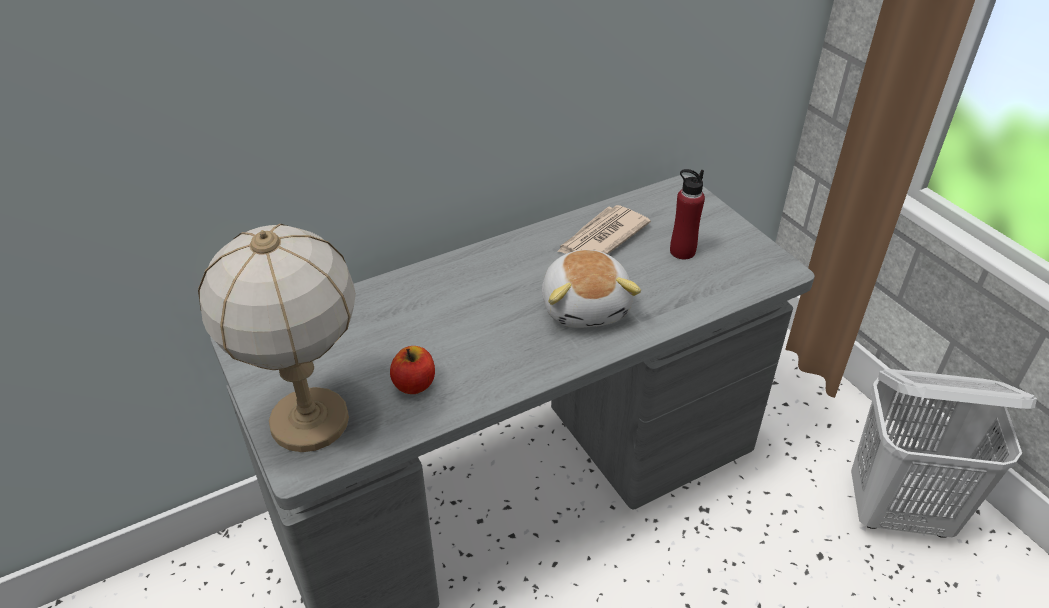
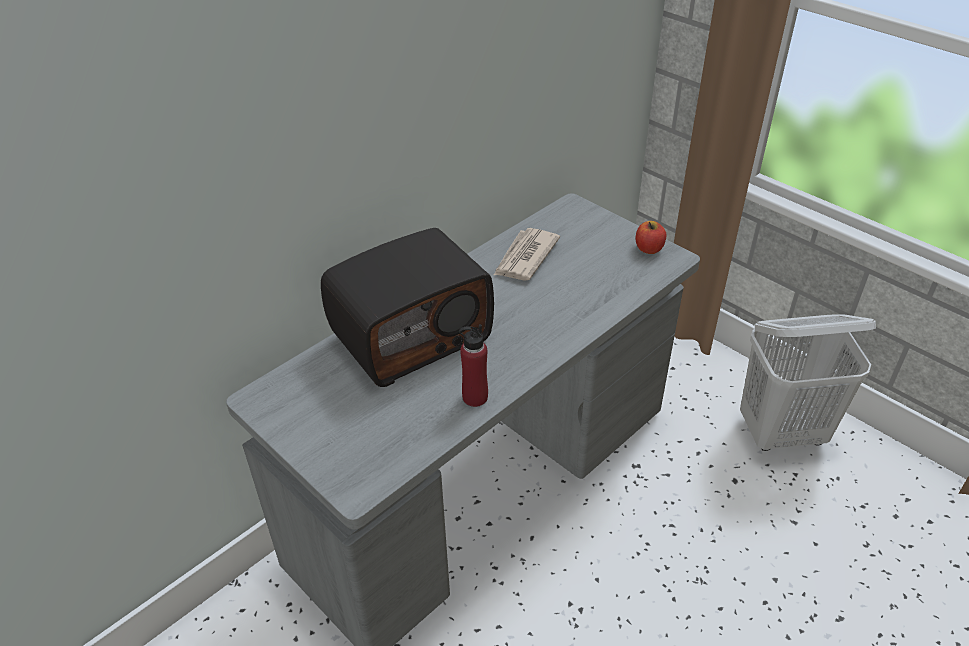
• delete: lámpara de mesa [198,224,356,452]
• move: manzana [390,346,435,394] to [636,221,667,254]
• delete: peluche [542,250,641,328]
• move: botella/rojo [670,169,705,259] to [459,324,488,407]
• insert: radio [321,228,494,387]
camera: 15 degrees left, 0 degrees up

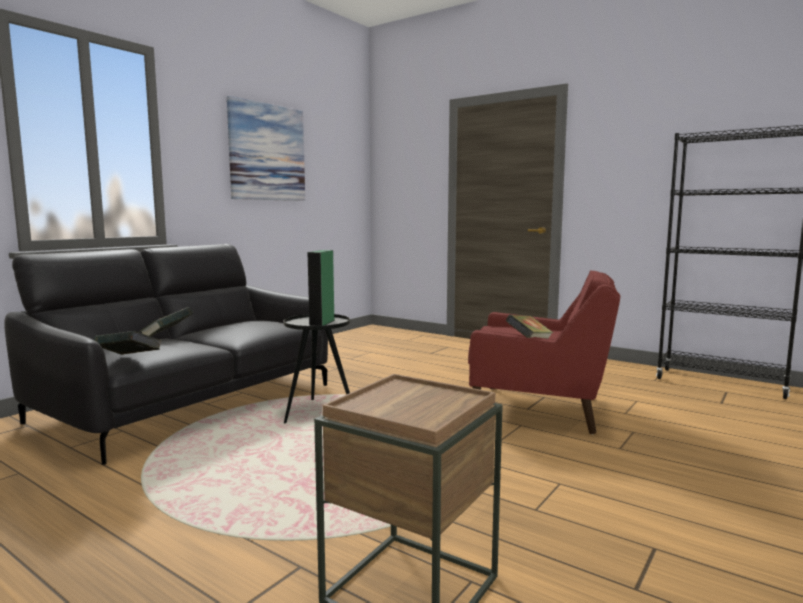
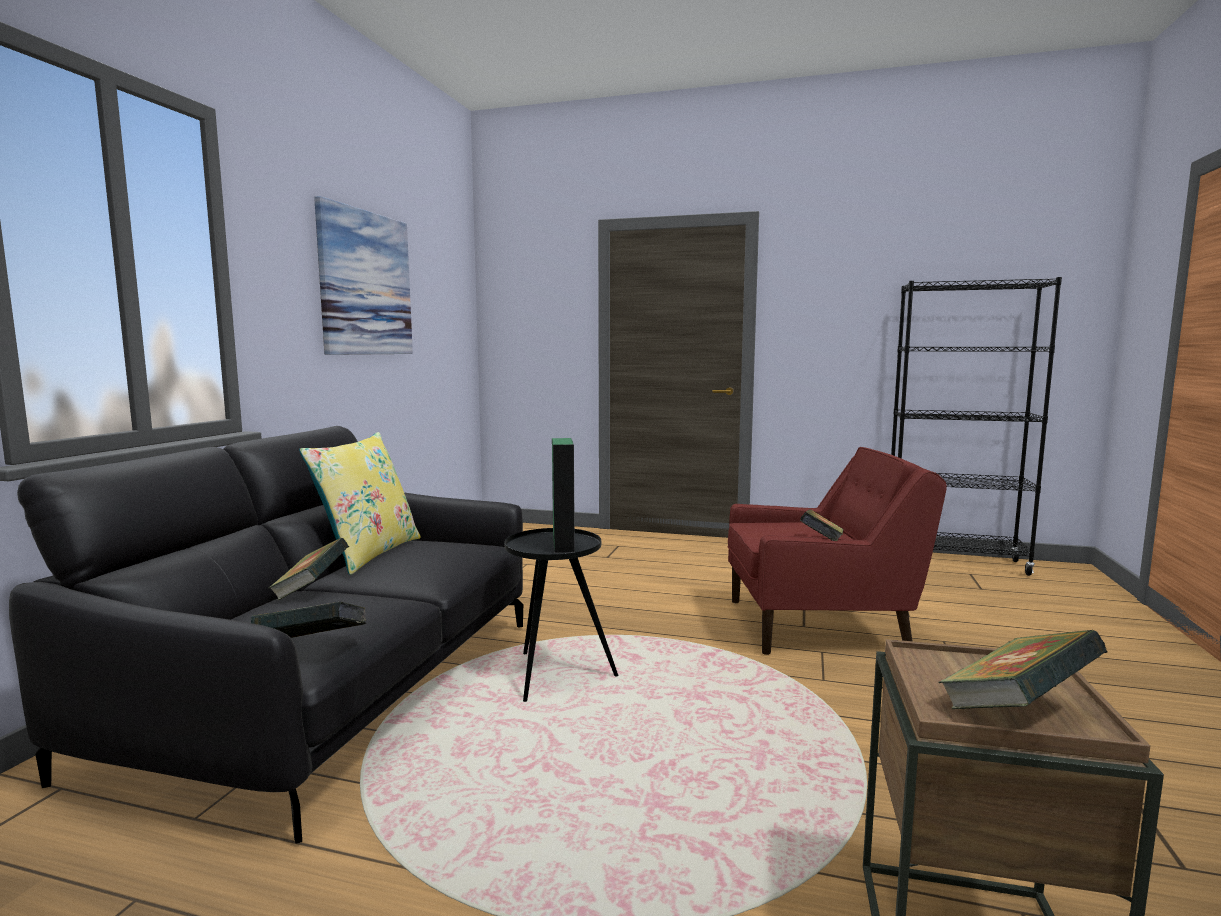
• insert: cojín/amarillo [299,432,421,575]
• insert: libro [938,630,1107,709]
camera: 20 degrees left, 0 degrees up

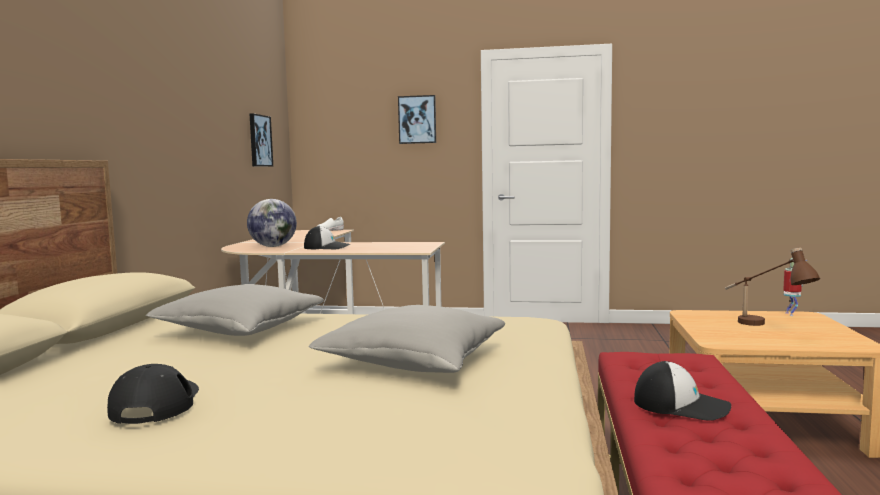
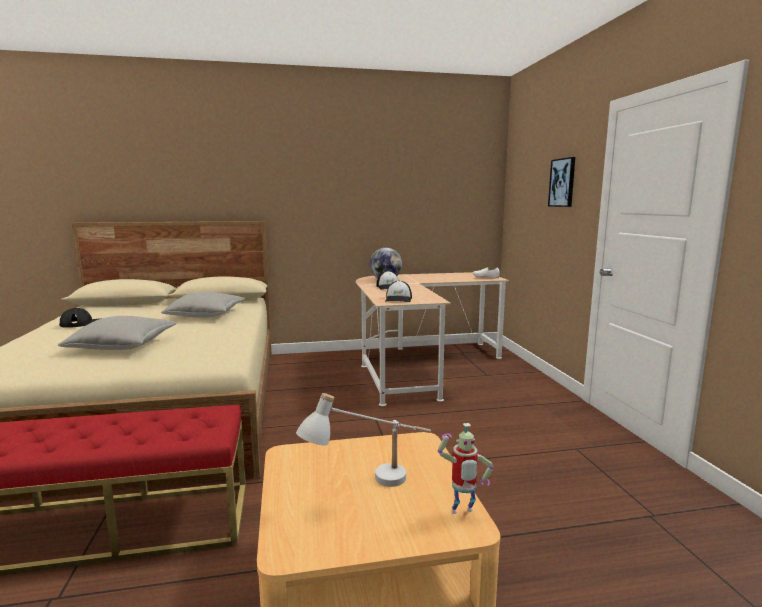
• delete: cuadro [250,113,273,166]
• move: gorra [634,361,731,421] to [385,281,412,302]
• recolor: lámpara de mesa/marrón [725,248,820,326] to lámpara de mesa/blanco [296,393,431,487]
camera: 70 degrees right, 5 degrees up

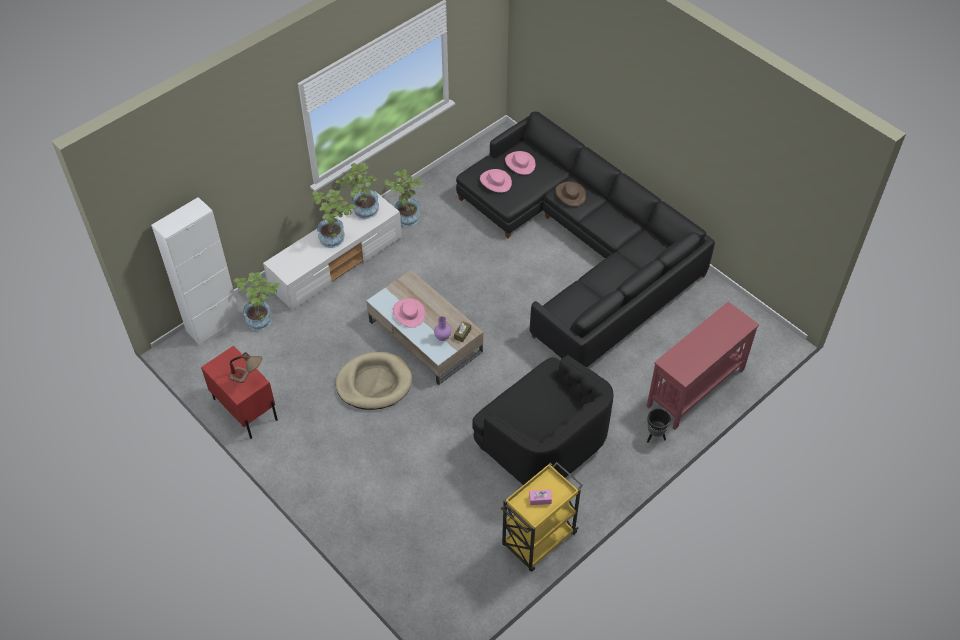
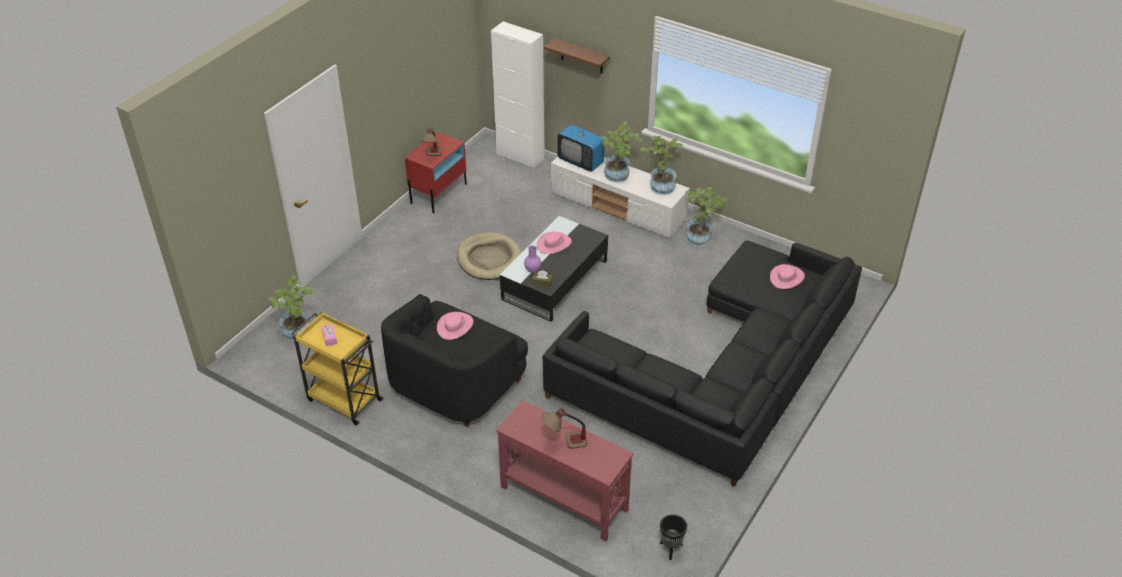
• move: planta en maceta [234,272,280,331] to [268,275,317,341]
• recolor: mesa de centro/beis [366,270,483,385] to mesa de centro/negro [500,216,608,322]
• move: sombrero/rosa [480,169,512,193] to [437,312,474,340]
• delete: sombrero/marrón [555,182,586,206]
• move: maceta/negro [647,409,671,443] to [660,514,687,560]
• insert: lámpara de mesa [542,408,587,449]
• insert: estante/marrón [544,38,610,73]
• insert: televisor [557,113,605,172]
camera: 75 degrees right, 10 degrees down

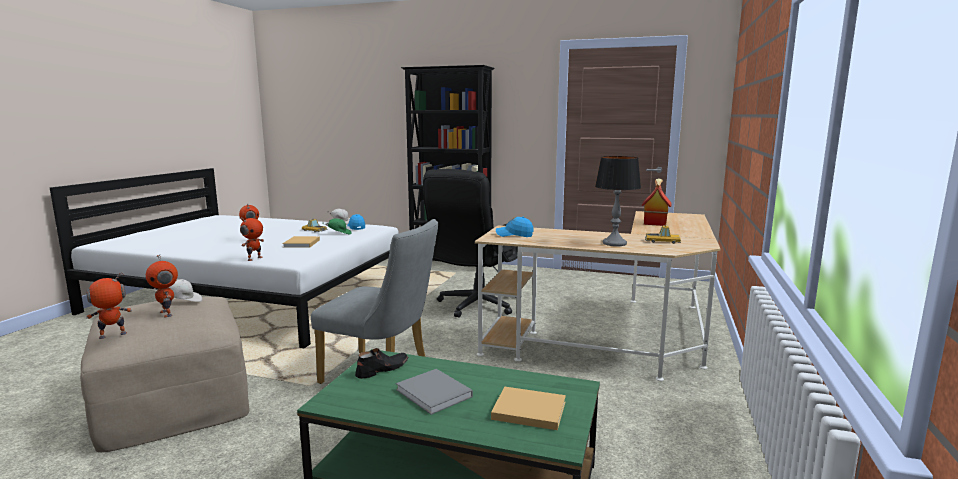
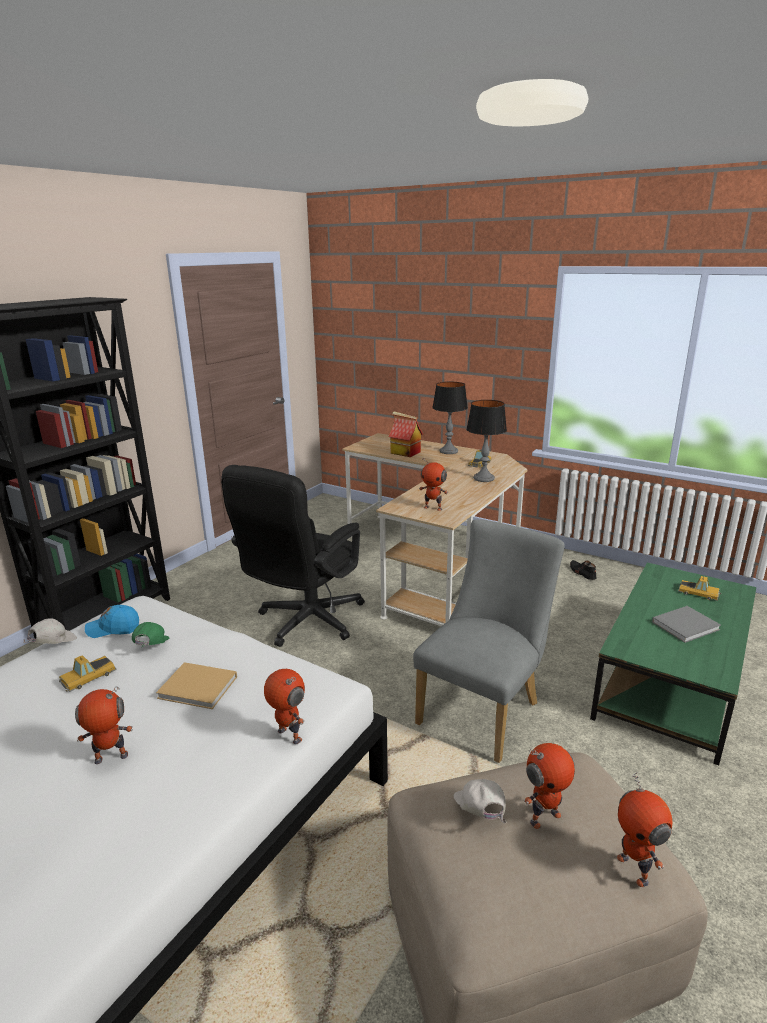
• move: zapato/negro [355,348,408,379] to [570,560,596,580]
• rotate: silla de oficina/negro [423,169,518,318] = [221,465,365,647] 75 degrees clockwise
• replace: libro/beis [491,387,566,430] to coche de juguete [678,576,721,601]
• replace: gorra/azul [496,217,533,237] to robot de juguete [419,457,448,511]
• insert: lámpara de mesa [432,382,468,454]
camera: 75 degrees left, 10 degrees up

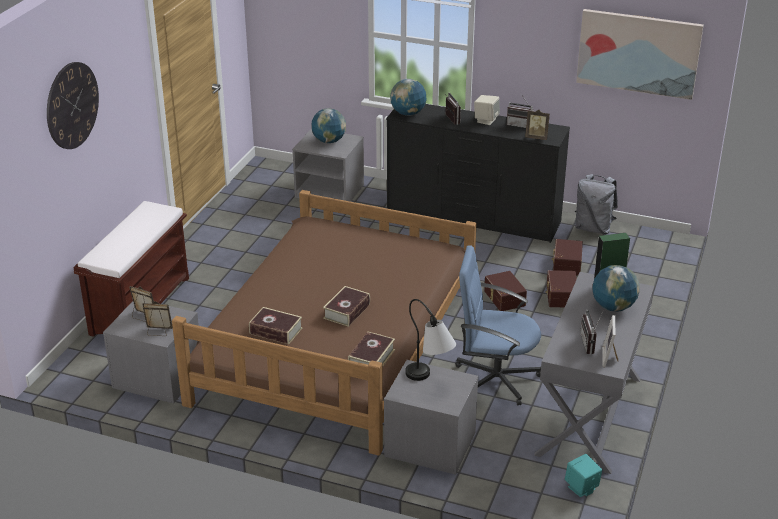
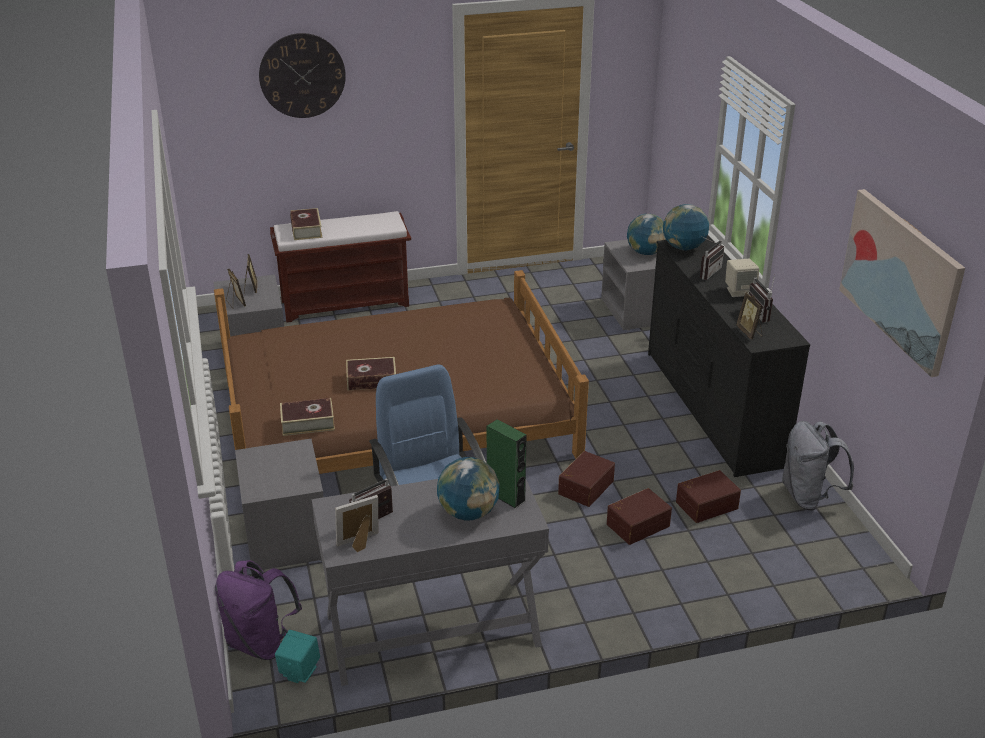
• move: libro [249,307,303,344] to [290,208,322,240]
• delete: lámpara de mesa [405,299,456,381]
• insert: mochila/morado [215,560,302,660]
camera: 55 degrees right, 0 degrees up

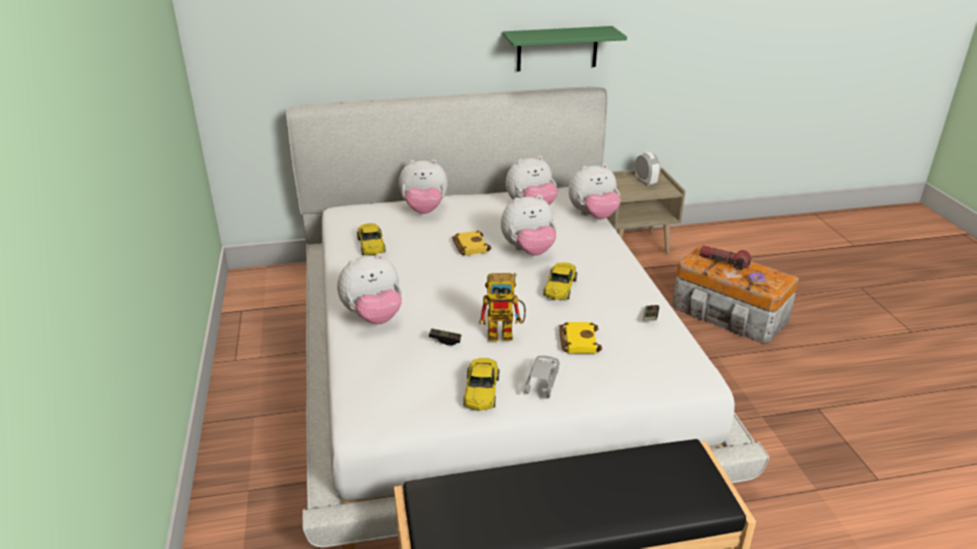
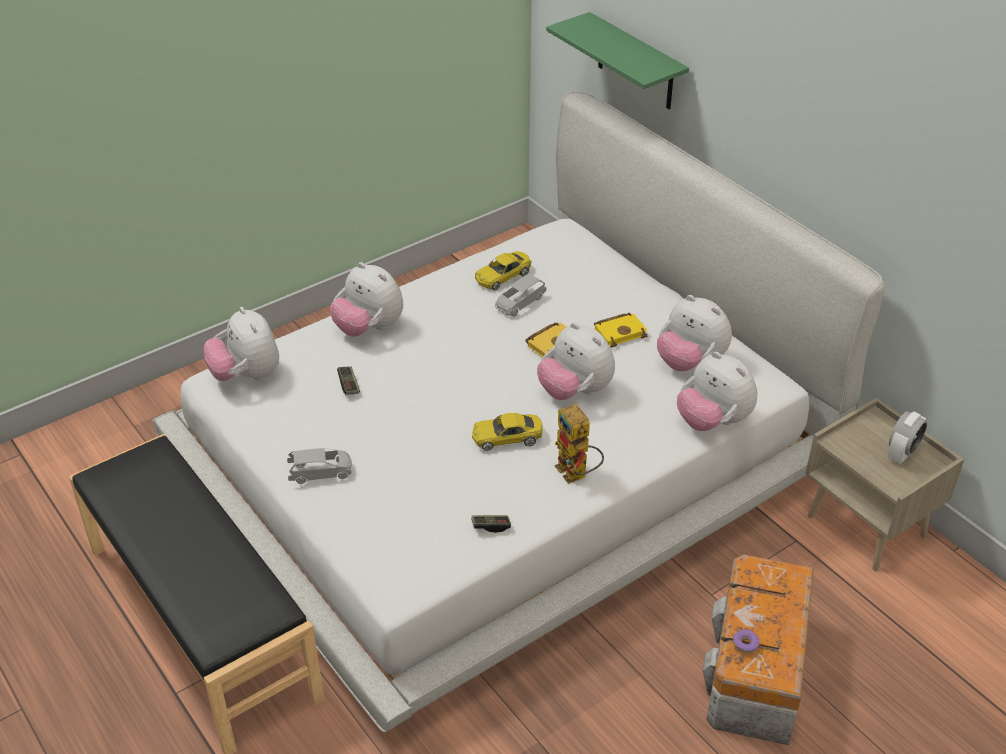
• move: peluche [399,159,448,214] to [203,307,279,381]
• delete: coche de juguete/amarillo [463,358,499,411]
• move: robot de juguete [479,273,526,341] to [555,404,604,484]
• move: estante/verde [503,26,627,71] to [546,12,689,109]
• move: libro/amarillo [559,322,602,353] to [594,313,648,348]
• delete: linterna [699,245,751,270]
• insert: coche de juguete/gris [495,273,546,317]
camera: 65 degrees right, 10 degrees up

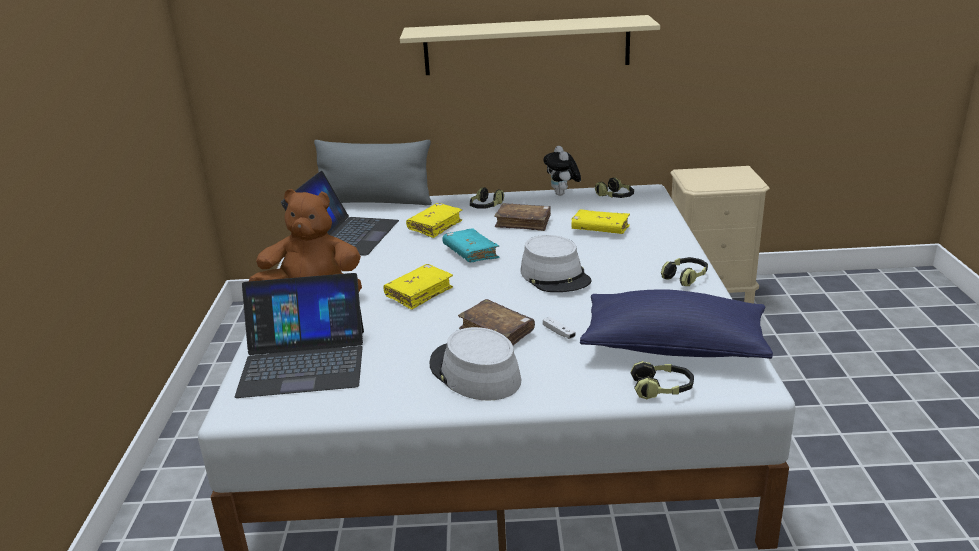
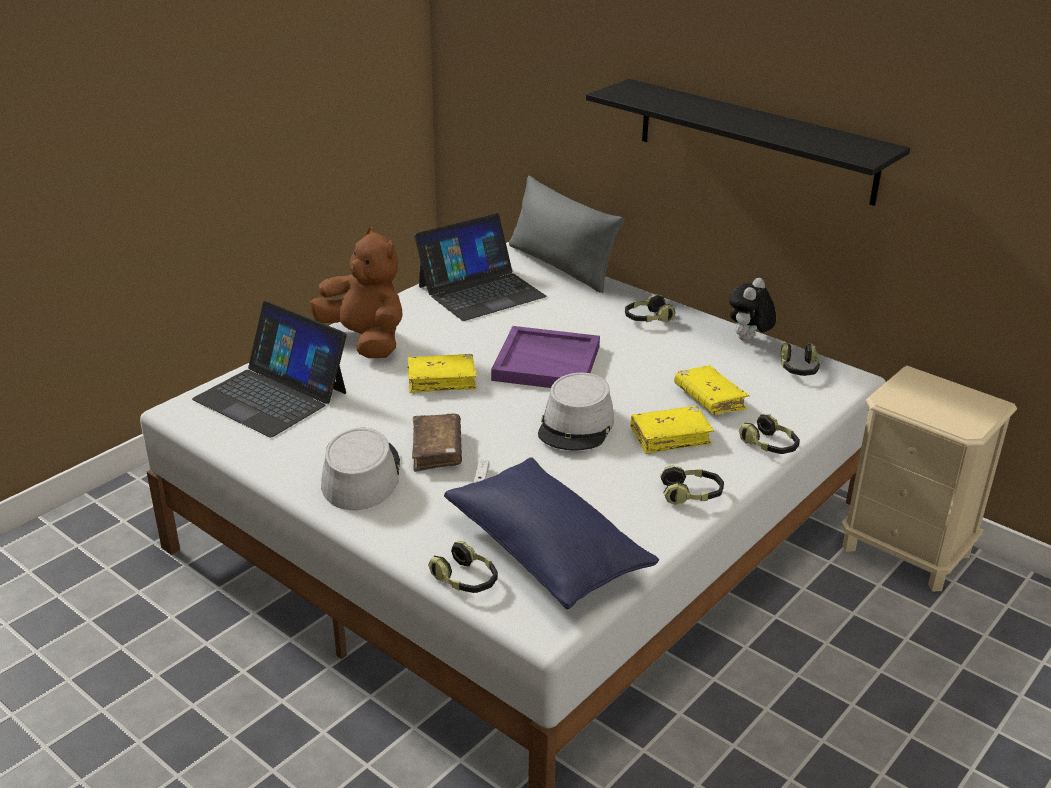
• recolor: estante/beis [400,15,660,75] to estante/negro [586,79,910,206]
• move: libro/amarillo [406,203,462,238] to [630,406,714,454]
• replace: libro/turquesa [442,228,500,262] to bandeja/morado [491,326,600,388]
• delete: libro/marrón [494,203,551,231]
• insert: auriculares [739,414,800,454]
camera: 40 degrees right, 5 degrees up

